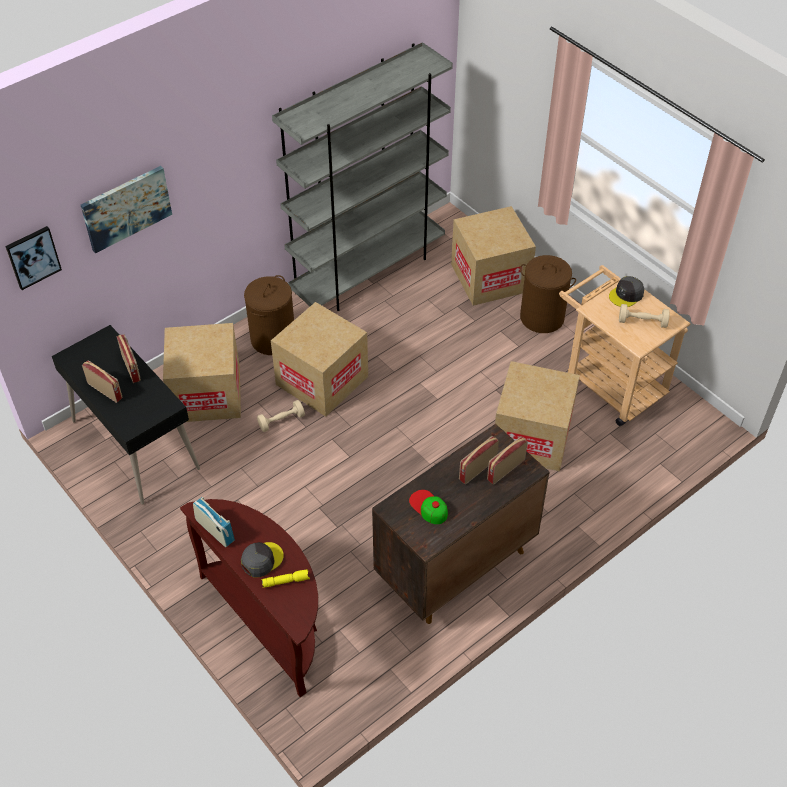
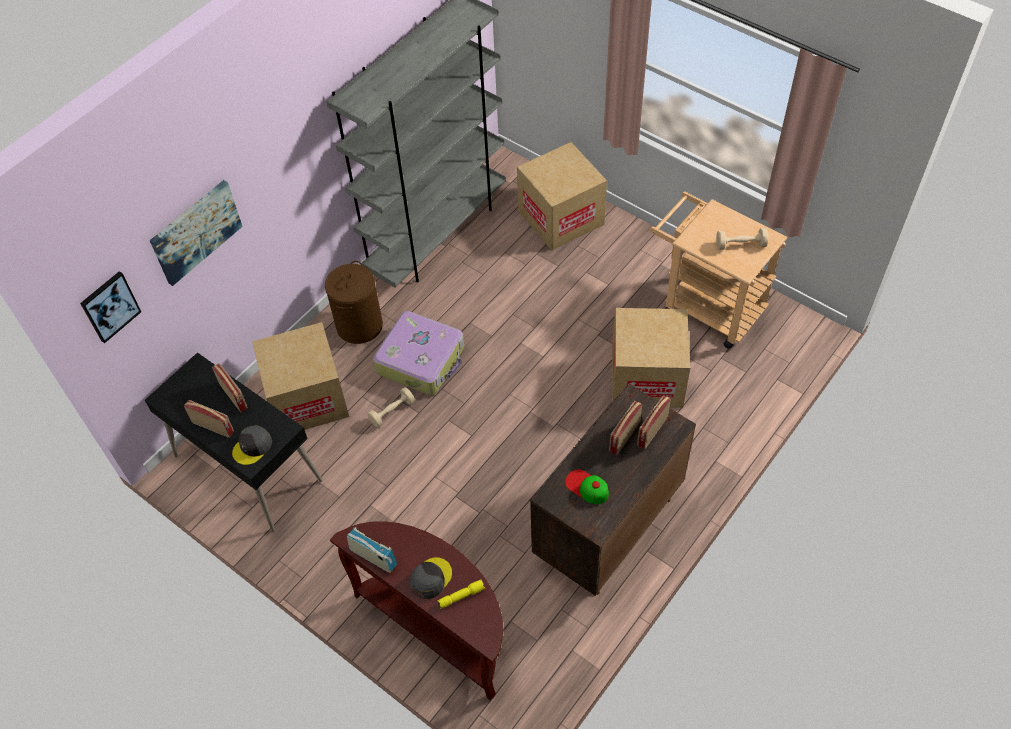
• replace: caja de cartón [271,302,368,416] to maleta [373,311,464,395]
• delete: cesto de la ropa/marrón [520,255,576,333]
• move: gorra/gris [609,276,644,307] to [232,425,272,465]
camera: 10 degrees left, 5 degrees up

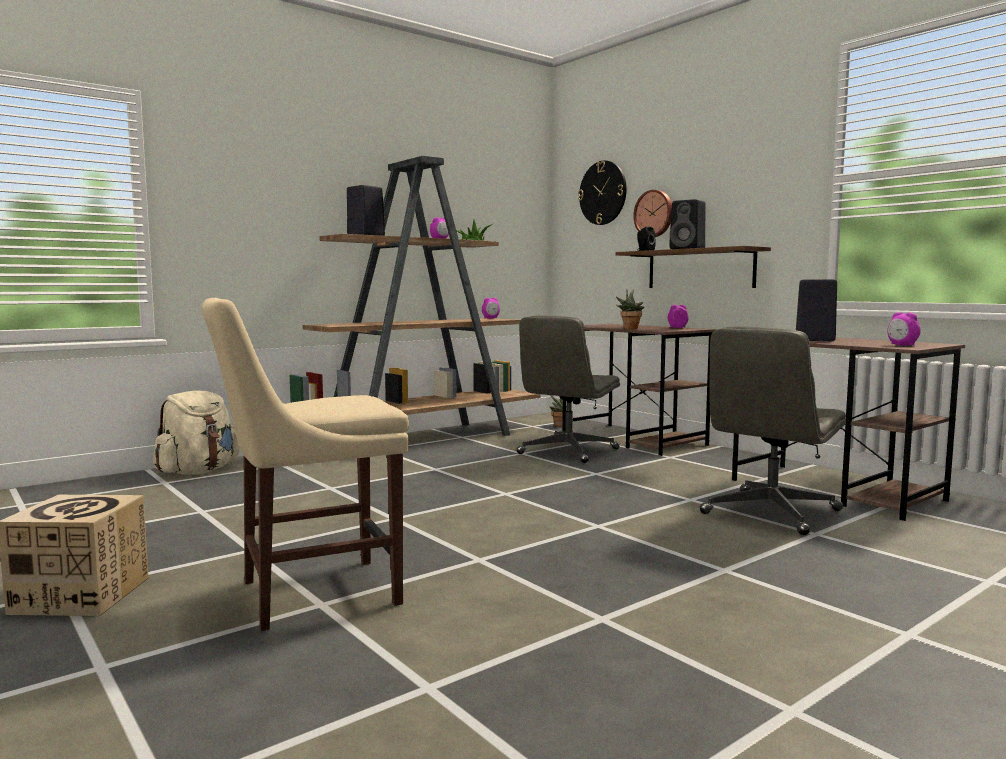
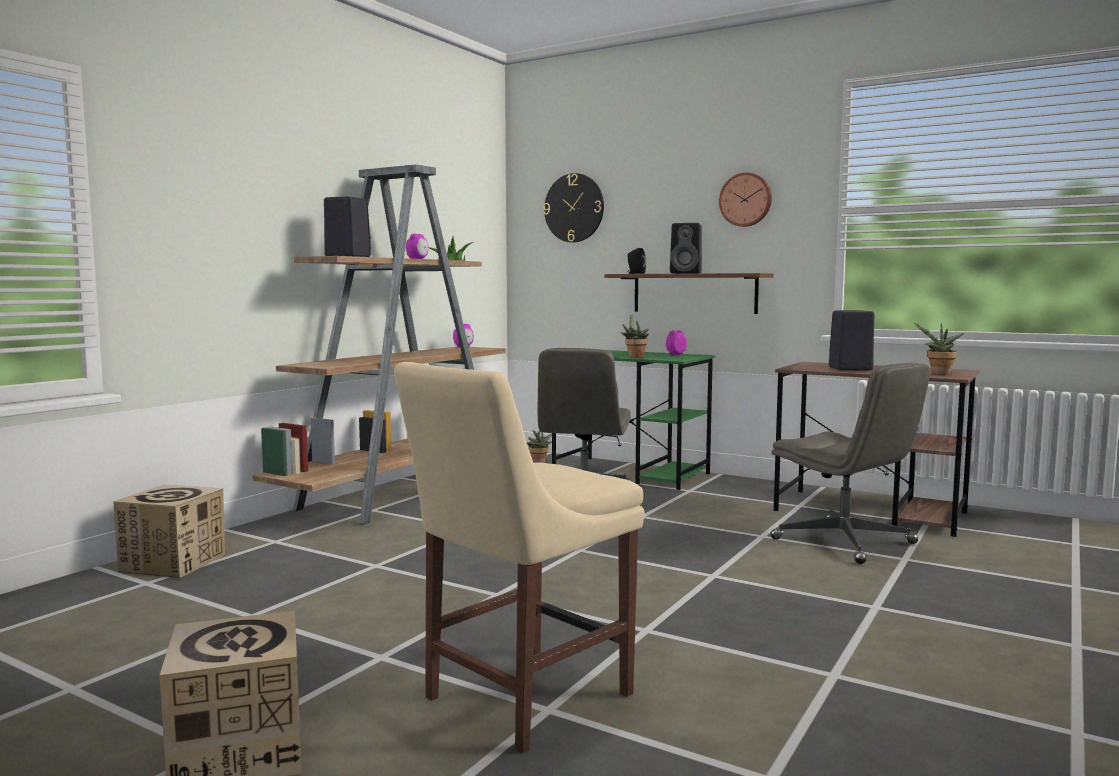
• replace: mochila/beis [153,391,240,475] to caja de cartón [113,484,225,578]
• recolor: escritorio/marrón [562,324,716,456] to escritorio/verde [552,350,715,490]
• move: reloj de pared [633,190,672,237] to [719,172,772,227]
• rotate: silla de oficina/gris [700,327,846,535] = [771,363,930,564] 60 degrees counterclockwise
• replace: despertador [887,312,921,346] to planta en maceta [914,323,964,374]
camera: 20 degrees left, 0 degrees up

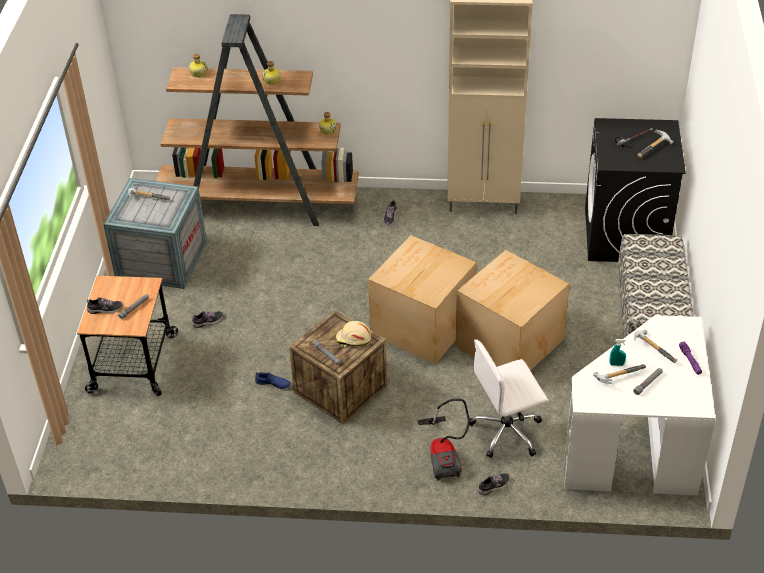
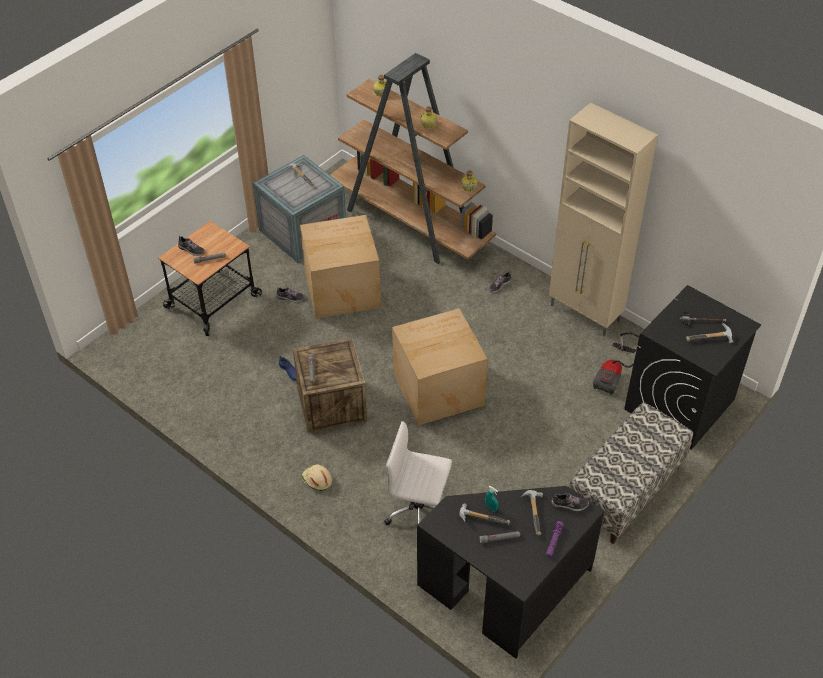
• move: casco/beis [336,321,371,347] to [302,464,332,491]
• move: aspiradora [418,399,470,480] to [593,332,639,395]
• move: caja de cartón [456,250,570,371] to [300,215,381,319]
• move: zapato [478,473,510,495] to [551,493,589,511]
• recolor: escritorio/blanco [563,315,716,495] to escritorio/negro [417,486,605,659]
camera: 35 degrees right, 5 degrees up

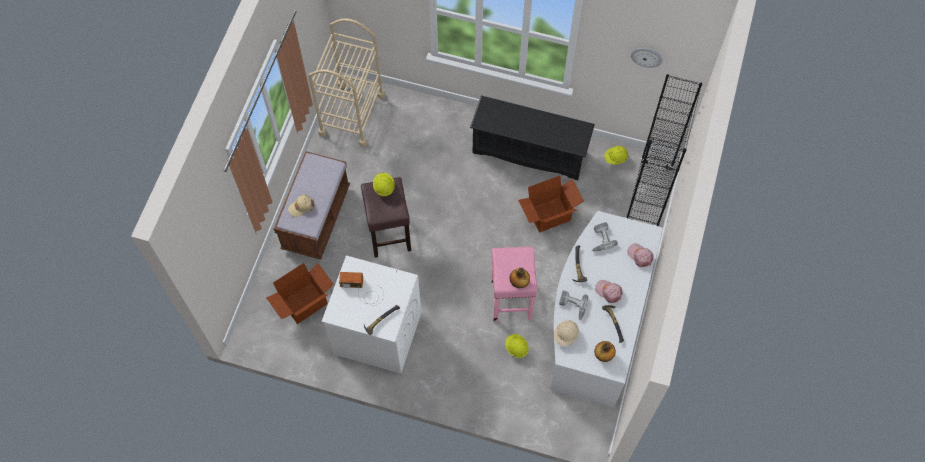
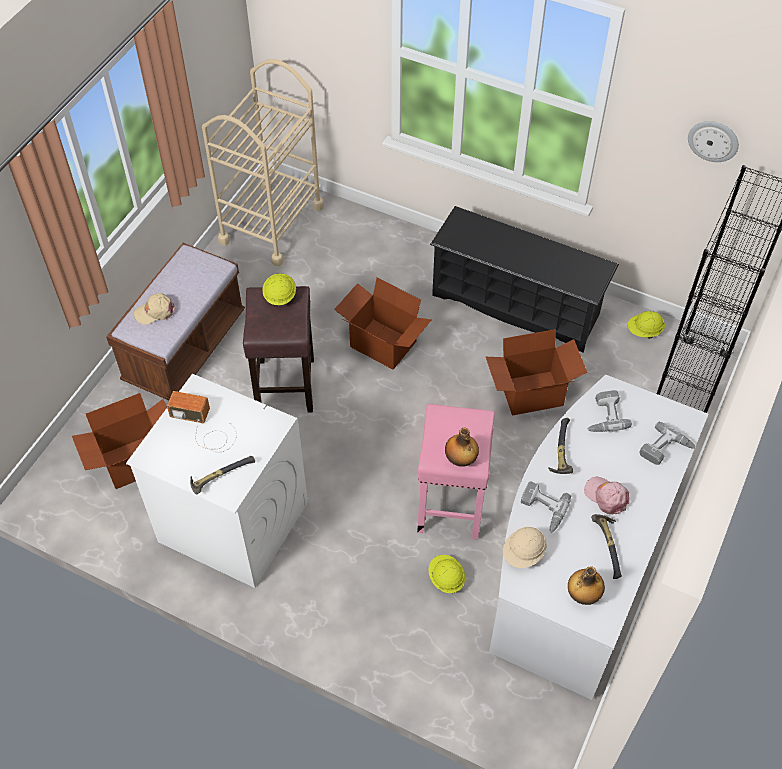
• replace: gorra/rosa [627,244,653,267] to taladro [639,422,696,465]
• insert: caja de cartón [334,278,432,369]
camera: 10 degrees right, 10 degrees down

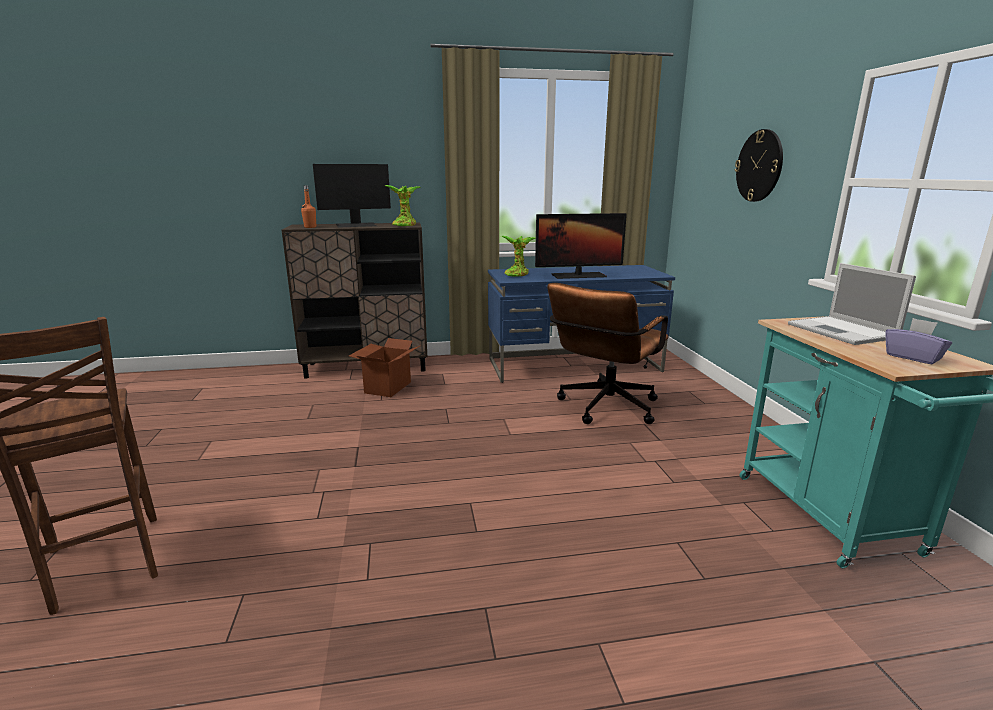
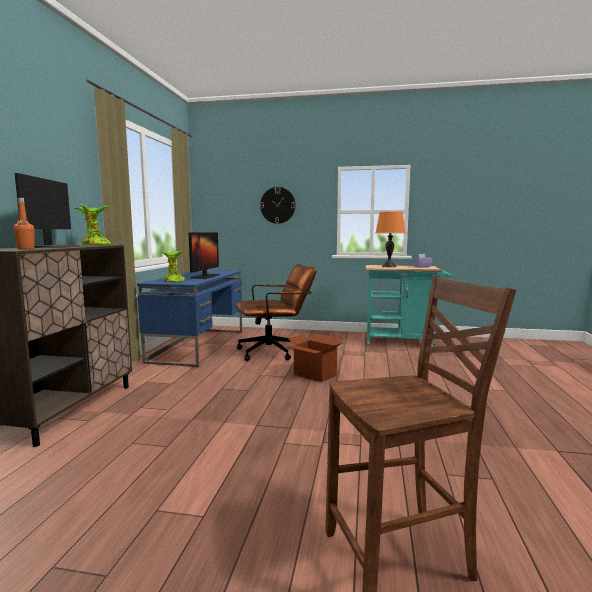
• move: caja de cartón [349,338,421,397] to [286,334,343,382]
• rotate: silla de oficina/marrón [547,283,669,424] = [236,264,317,361] 75 degrees counterclockwise
• replace: portátil [788,263,916,345] to lámpara de mesa/naranja [375,212,406,267]
camera: 70 degrees left, 10 degrees down

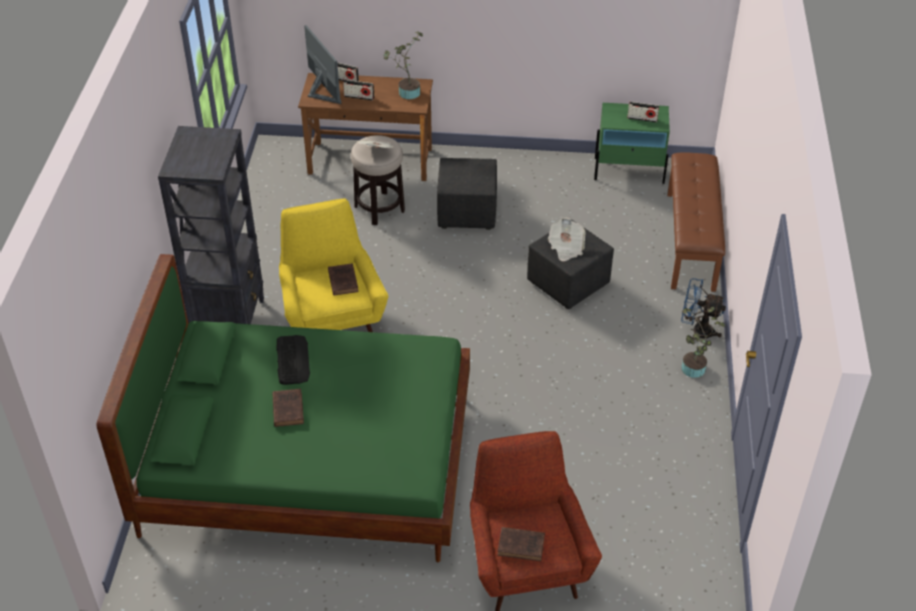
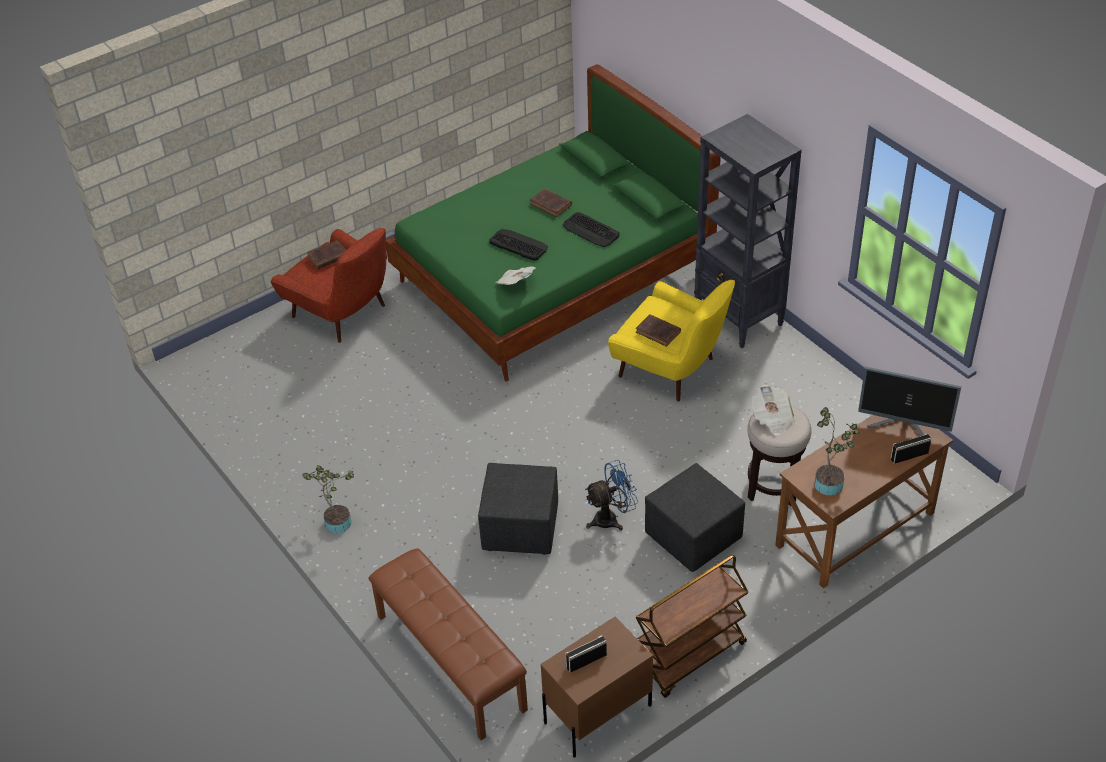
• delete: radio [343,80,374,101]
• move: periódico [548,218,586,262] to [496,266,536,285]
• recolor: mesita de noche/verde [594,103,670,184] to mesita de noche/marrón [541,617,653,758]
• move: ventilador/azul [681,278,726,339] to [585,460,638,531]
• insert: teclado [489,229,548,261]
• insert: carrito/marrón [636,555,748,698]
camera: 140 degrees right, 0 degrees up

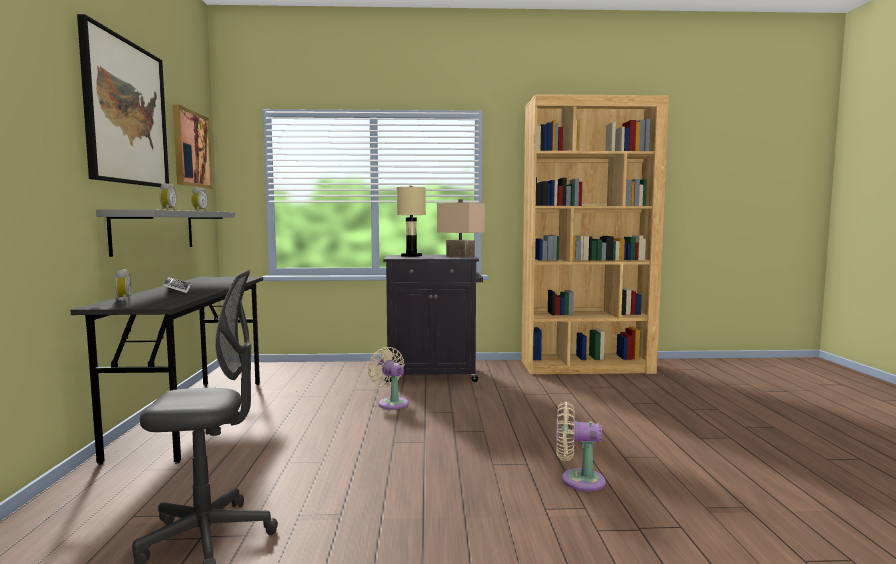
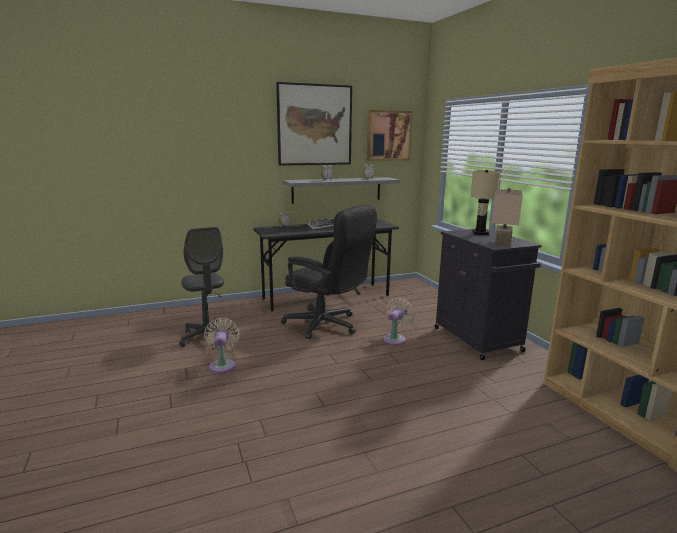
• move: ventilador/beis [556,402,606,491] to [204,318,239,373]
• insert: silla de oficina/negro [281,205,377,339]
camera: 70 degrees right, 10 degrees up

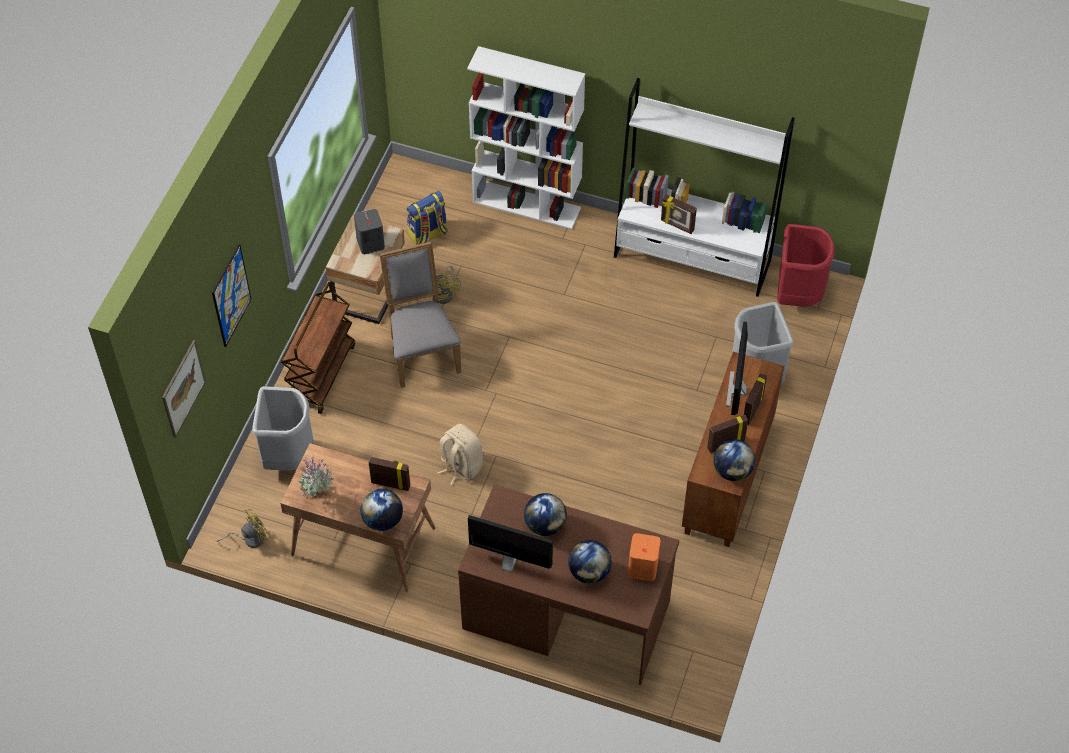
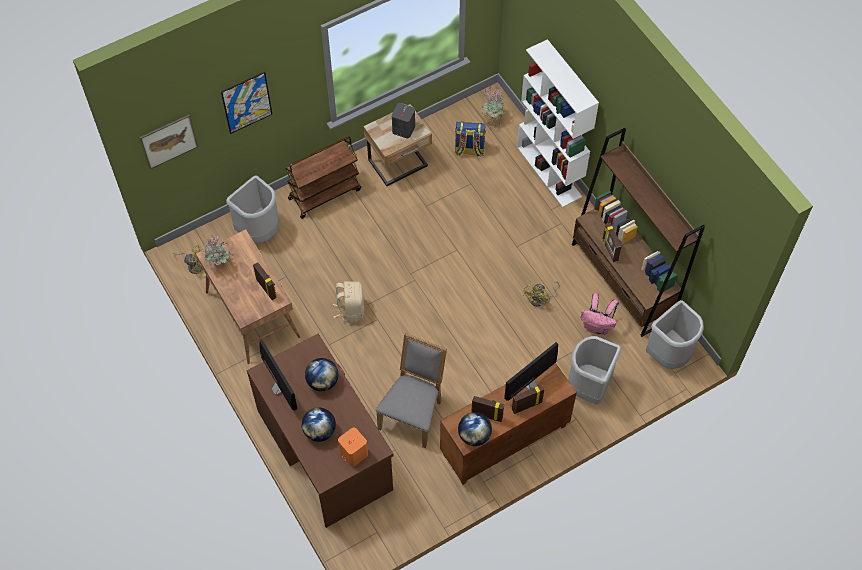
• delete: globo terráqueo [361,489,403,531]
• move: silla/gris [379,242,461,388] to [376,333,447,448]
• move: ventilador/amarillo [430,266,461,304] to [523,281,560,306]
• recolor: estantería/blanco [614,78,795,297] to estantería/marrón [572,128,705,337]
• recolor: papelera/rojo [777,224,835,307] to papelera/gris [646,300,704,369]
• insert: planta en maceta [480,84,505,127]
• insert: mochila/rosa [580,293,619,336]
camera: 40 degrees right, 5 degrees up

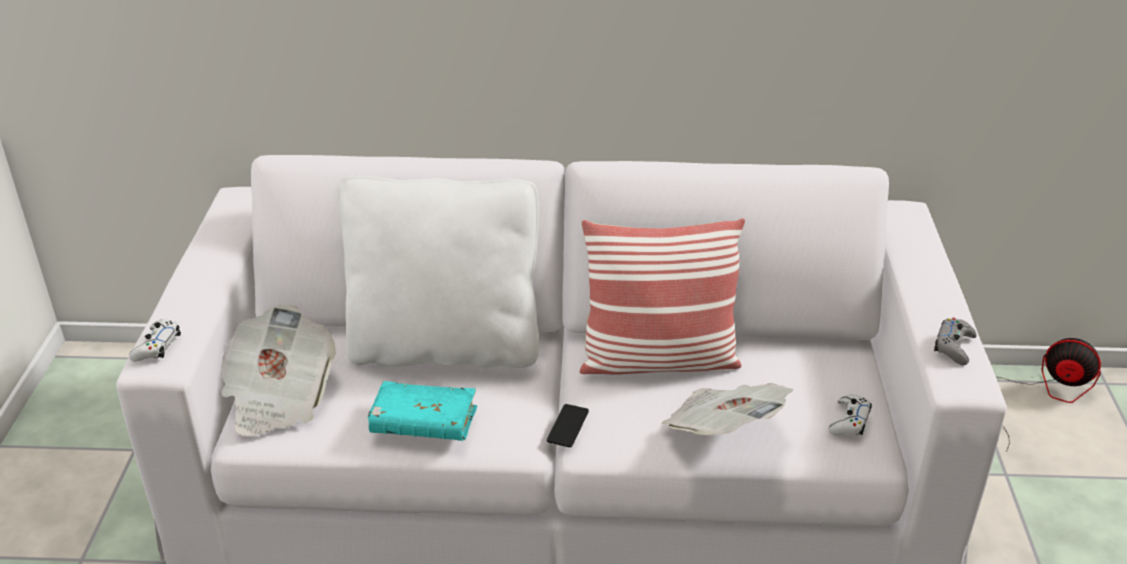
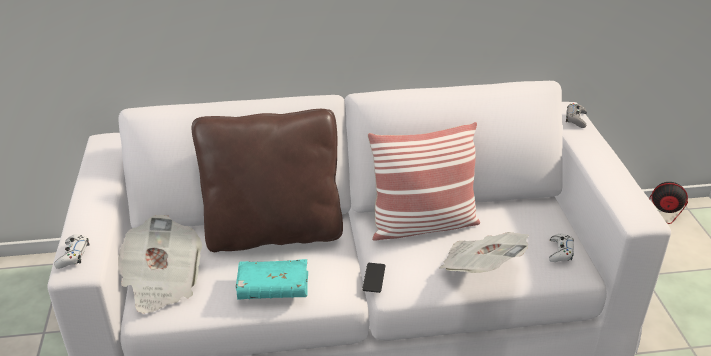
• recolor: cojín/blanco [338,176,539,368] to cojín/marrón [192,109,343,252]
• move: mando de consola/gris [934,318,977,365] to [566,103,587,128]
camera: 10 degrees left, 0 degrees up

